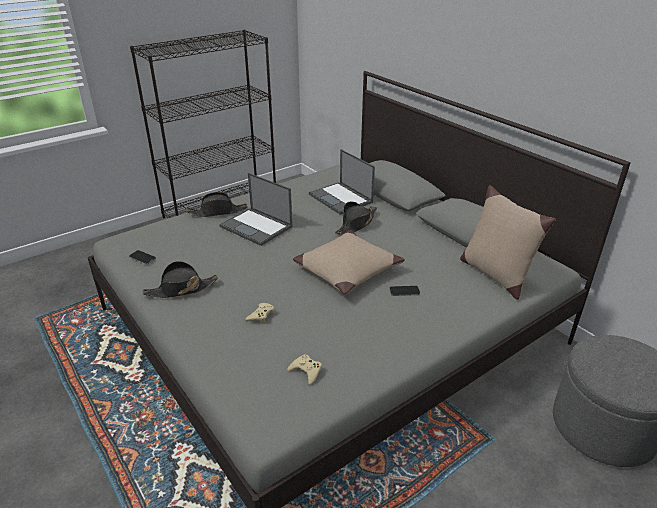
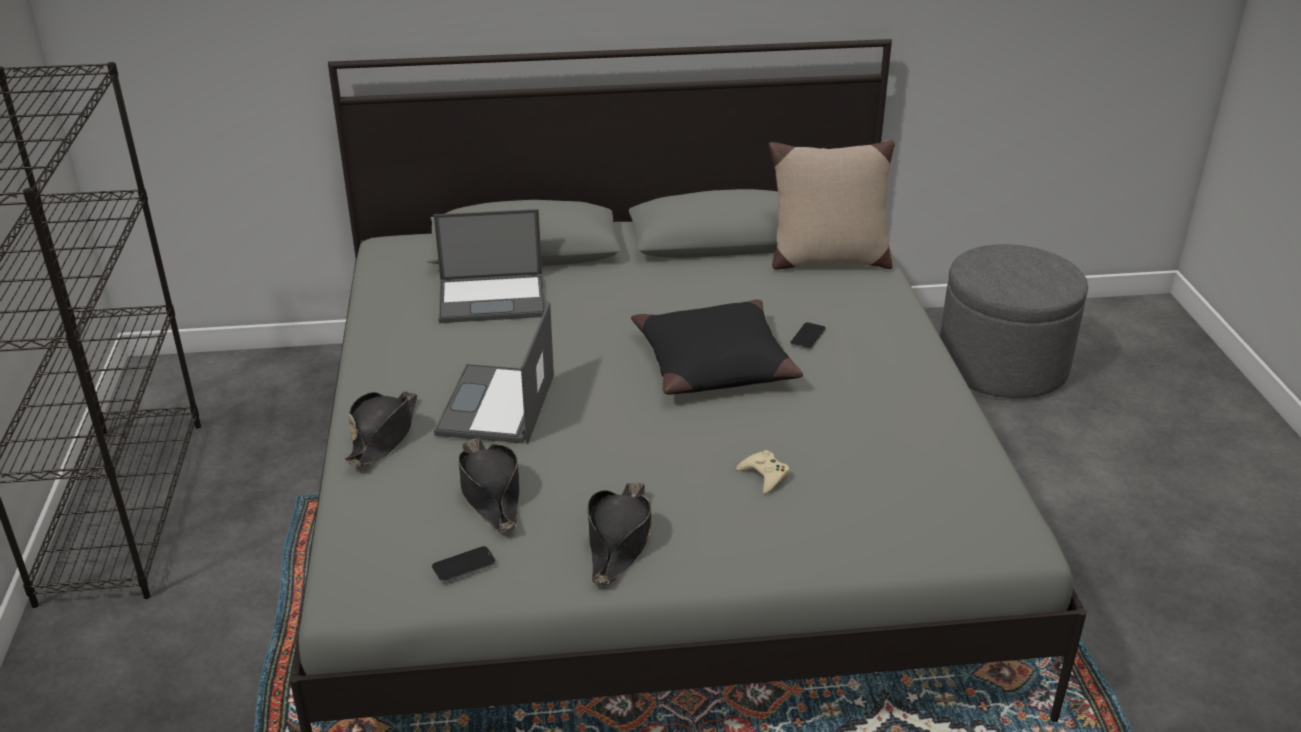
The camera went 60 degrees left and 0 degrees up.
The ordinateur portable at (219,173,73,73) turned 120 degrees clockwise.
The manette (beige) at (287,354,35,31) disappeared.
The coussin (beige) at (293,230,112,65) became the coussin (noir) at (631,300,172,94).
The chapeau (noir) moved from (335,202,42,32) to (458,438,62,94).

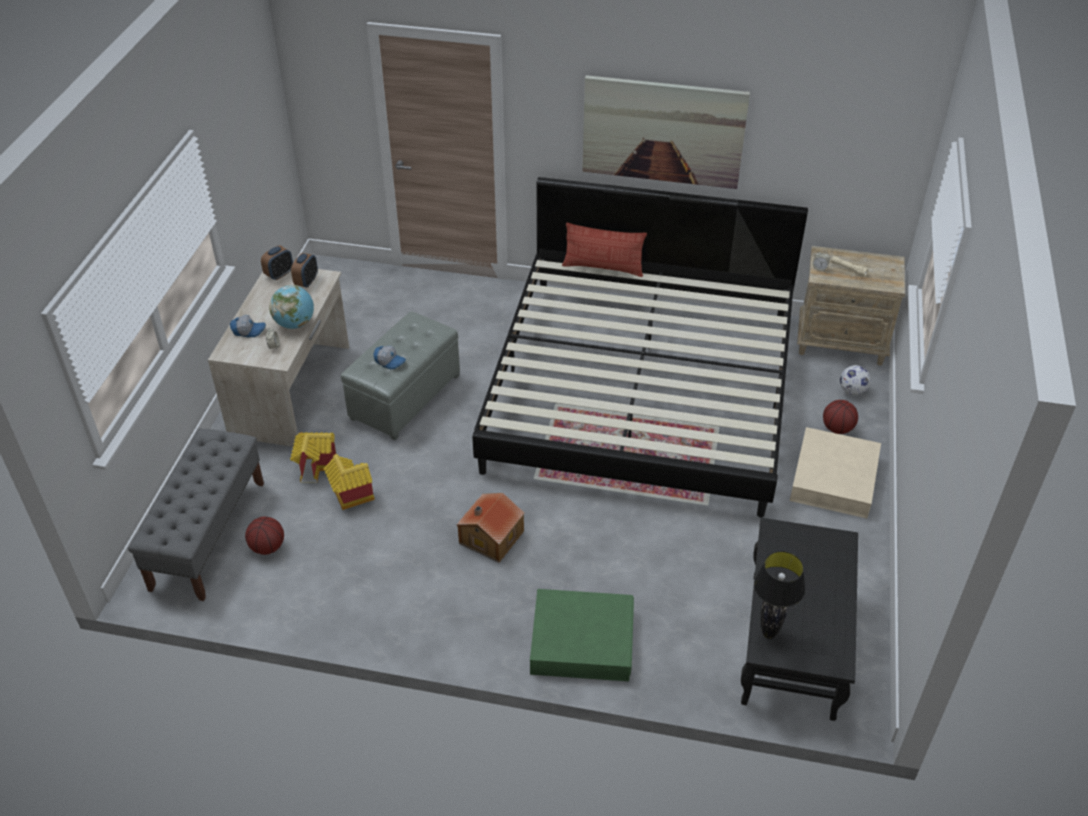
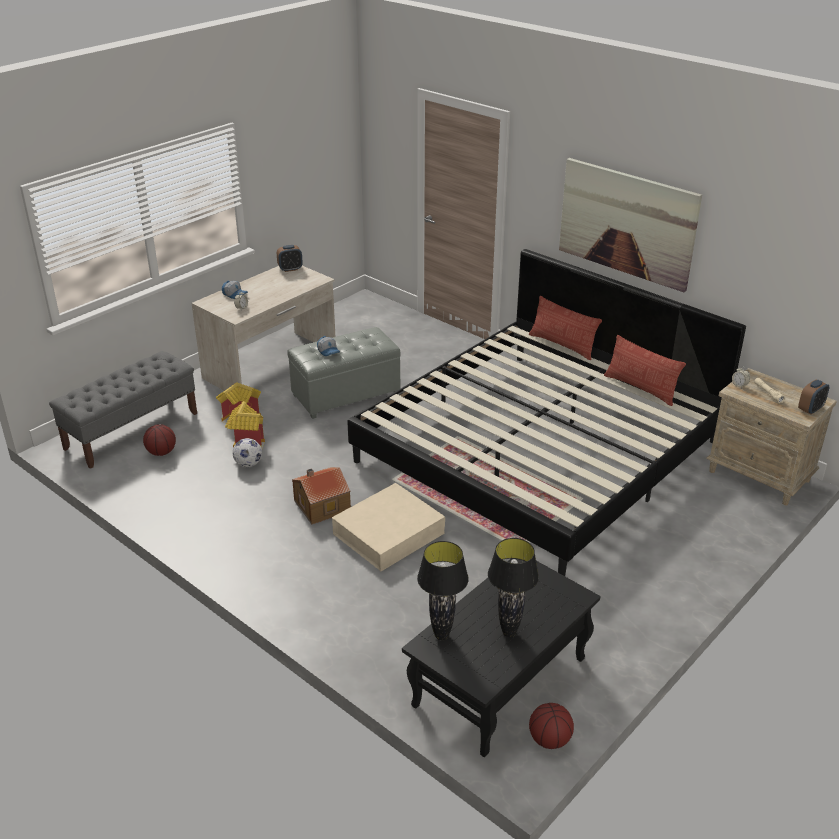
The camera went 30 degrees right and 10 degrees down.
The globe at (269,285,45,44) disappeared.
The réveil moved from (291,253,27,35) to (798,379,31,36).
The boîte de rangement (vert) at (530,589,104,92) disappeared.
The boîte de rangement (beige) moved from (790,427,91,92) to (332,483,113,88).
The ballon de basket moved from (823,400,35,34) to (529,703,45,46).
The ballon de foot moved from (840,365,31,30) to (233,438,29,29).
The lampe de table (noir) at (488,538,51,99) appeared.
The coussin at (604,335,82,71) appeared.

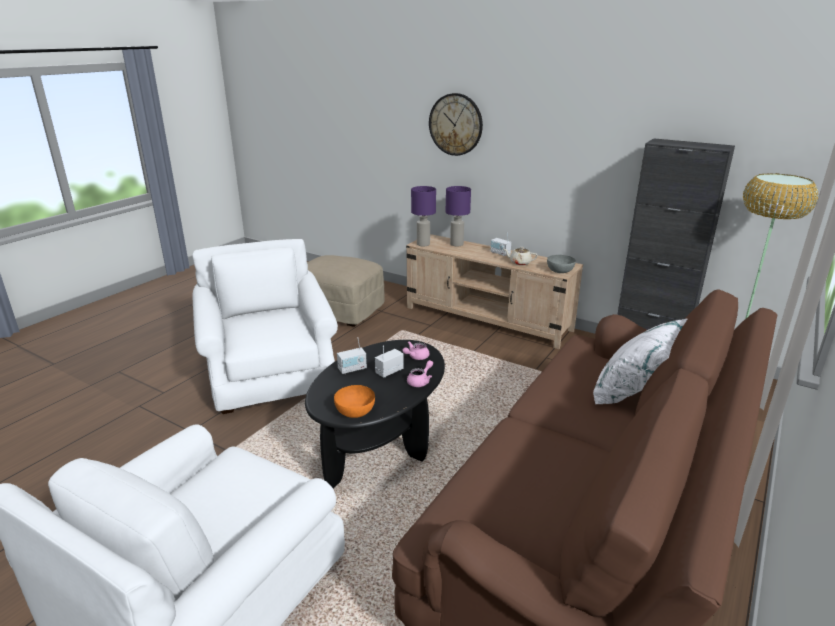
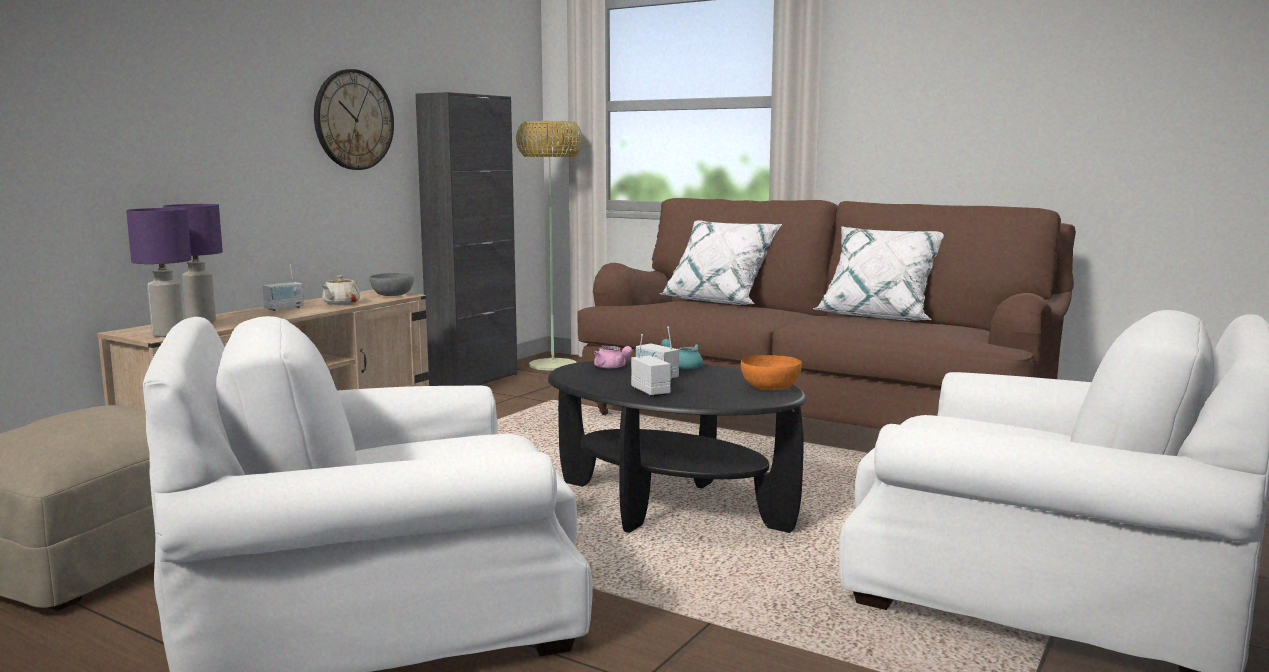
The camera went 90 degrees left and 15 degrees down.
The théière (rose) at (407,360,26,27) became the théière (turquoise) at (661,339,42,30).
The horloge murale moved from (429,93,54,63) to (314,69,80,101).
The coussin (blanc) at (813,226,131,95) appeared.

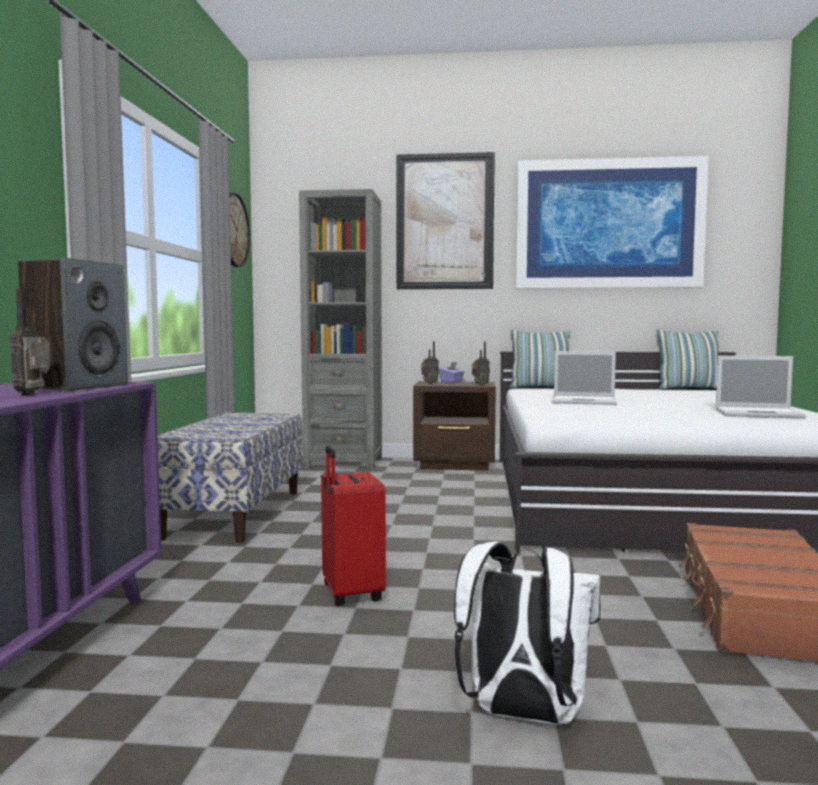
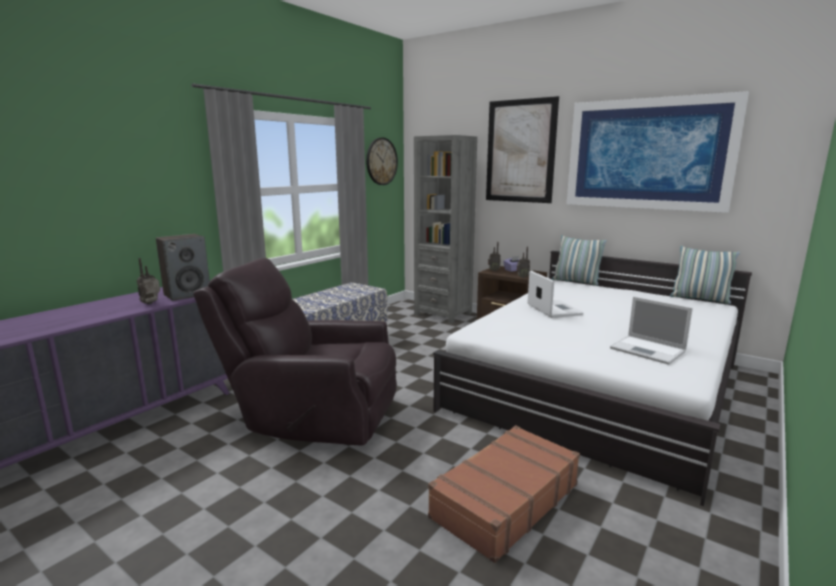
The camera went 30 degrees right and 10 degrees up.
The valise (rouge) at (321,446,65,160) was replaced by the fauteuil (marron) at (193,258,204,187).
The sac à dos (blanc) at (454,542,147,182) disappeared.
The ordinateur portable at (552,351,64,54) turned 150 degrees counterclockwise.

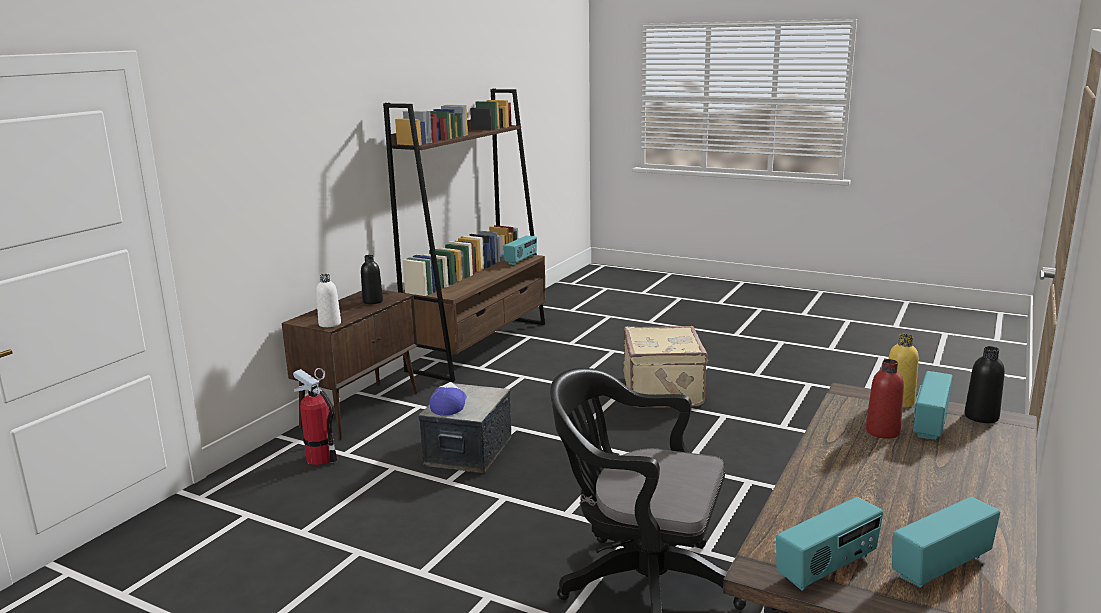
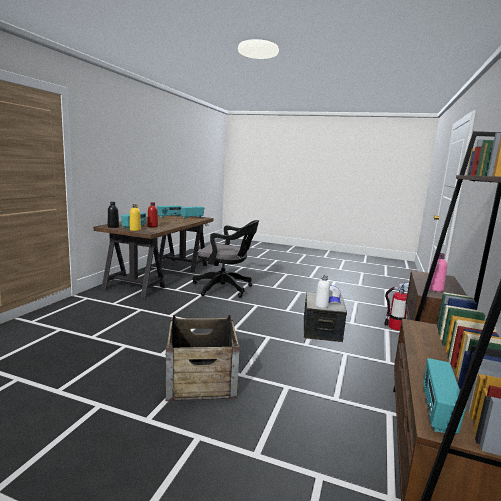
The camera went 170 degrees right and 5 degrees down.
The bouteille (blanc) moved from (316,274,25,53) to (315,275,15,33).
The bouteille (noir) at (361,255,22,49) became the bouteille (rose) at (429,253,18,39).
The valise (beige) at (623,326,86,82) was replaced by the caisse at (165,315,75,86).

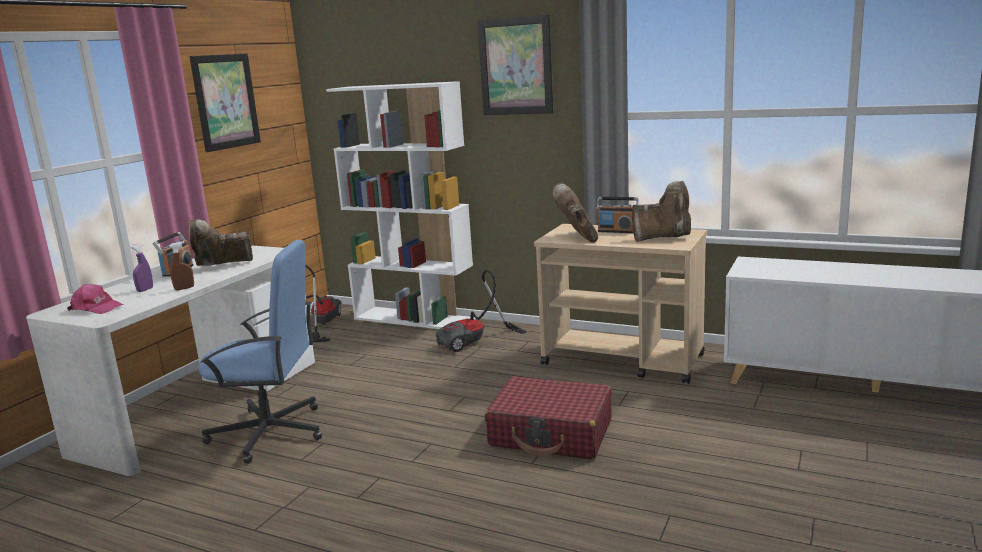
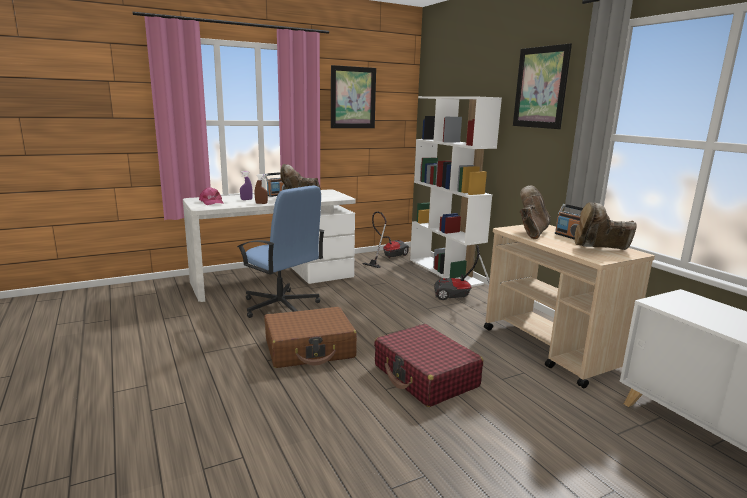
The camera went 35 degrees right and 0 degrees up.
The botte (marron) at (632,181,59,61) turned 150 degrees clockwise.
The valise (marron) at (264,307,93,61) appeared.

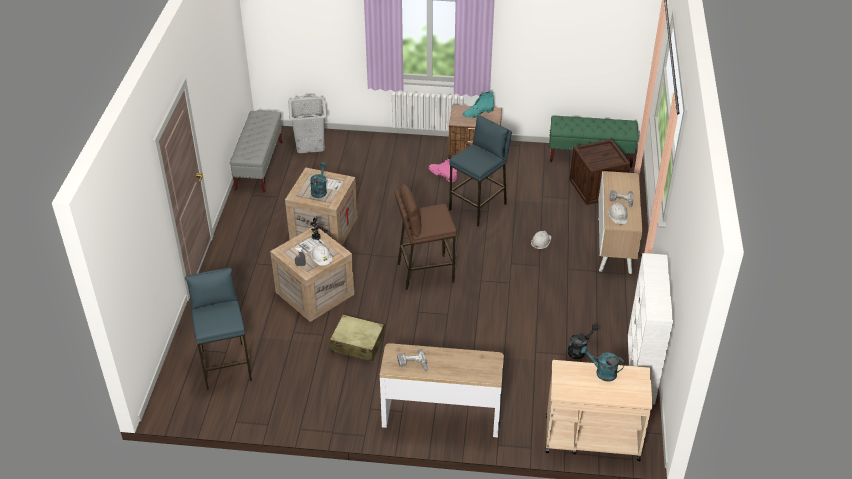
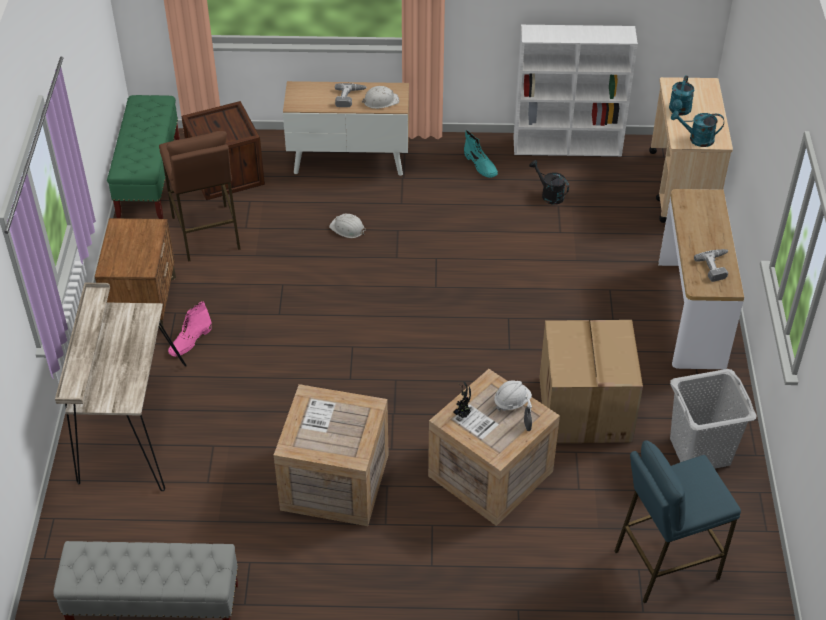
The camera went 95 degrees left and 5 degrees up.
The panier à linge (gris) moved from (288,95,39,58) to (670,369,87,100).
The arrosoir (turquoise) moved from (310,162,17,36) to (671,111,53,36).
The valise (beige) at (330,315,54,47) was replaced by the carton at (539,320,104,123).
The tabouret (marron) moved from (394,184,63,106) to (159,131,82,131).
The tabouret (bleu) at (449,115,63,112) disappeared.
The botte (turquoise) moved from (463,91,31,27) to (464,130,34,48).
The bureau (beige) at (55,283,132,208) appeared.

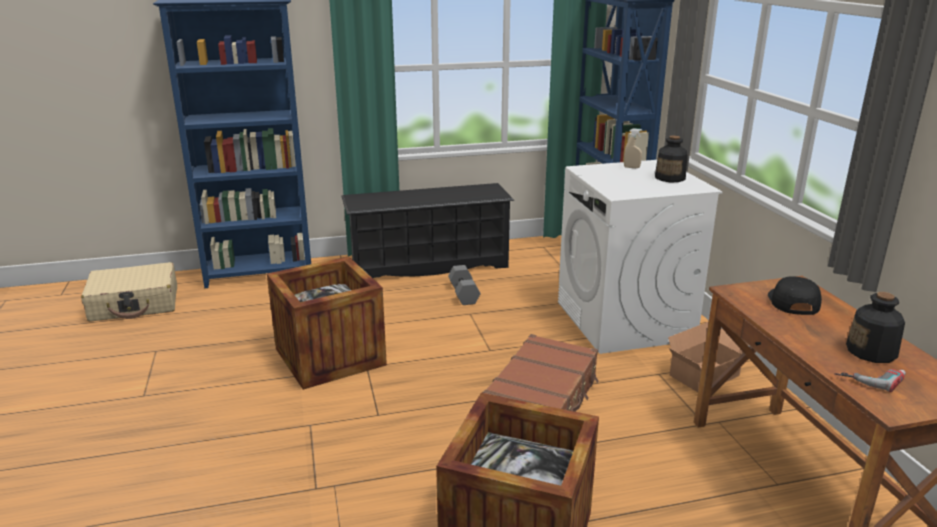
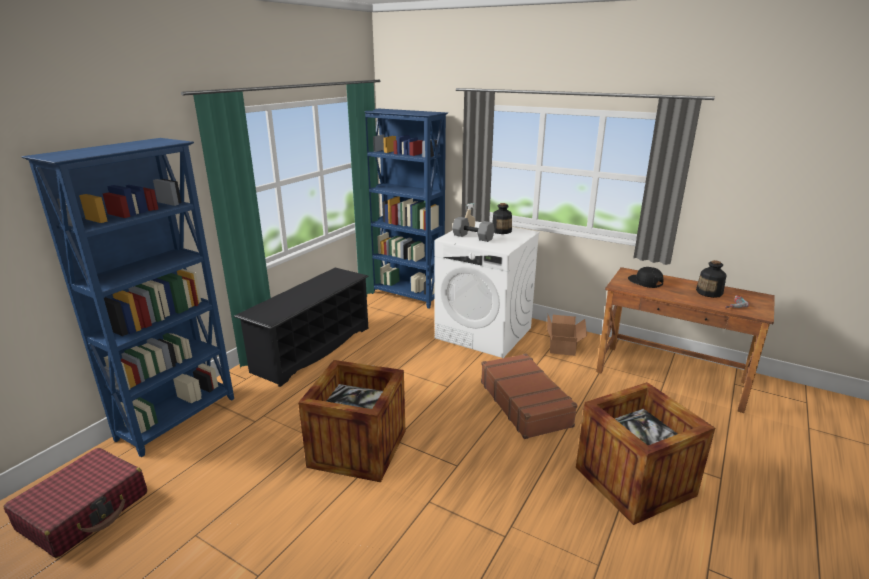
The camera went 45 degrees left and 0 degrees up.
The valise (beige) at (81,262,96,60) became the valise (rouge) at (3,448,144,110).
The haltère (gris) moved from (448,265,33,40) to (452,217,43,25).

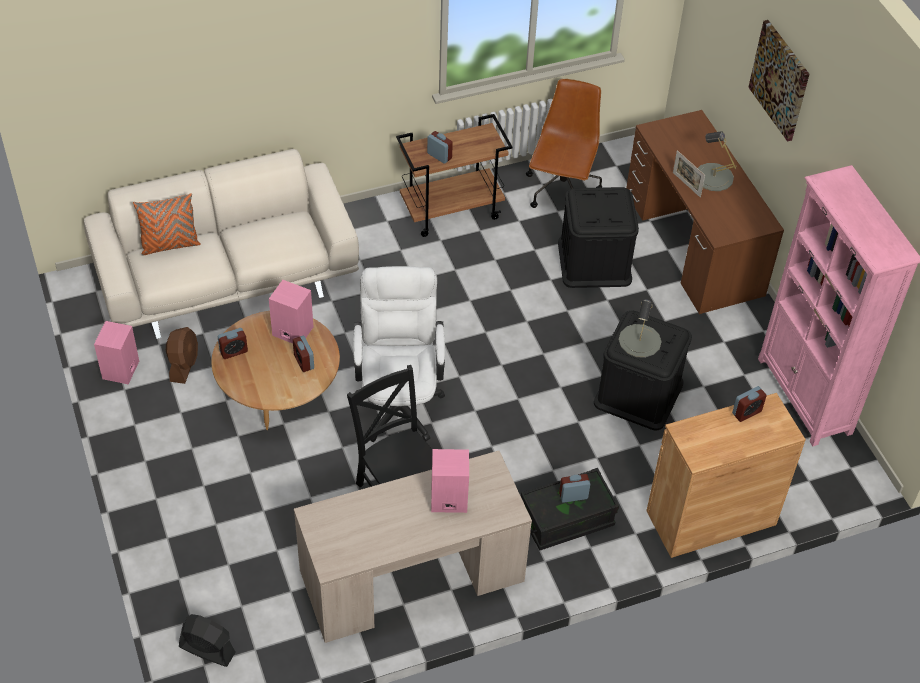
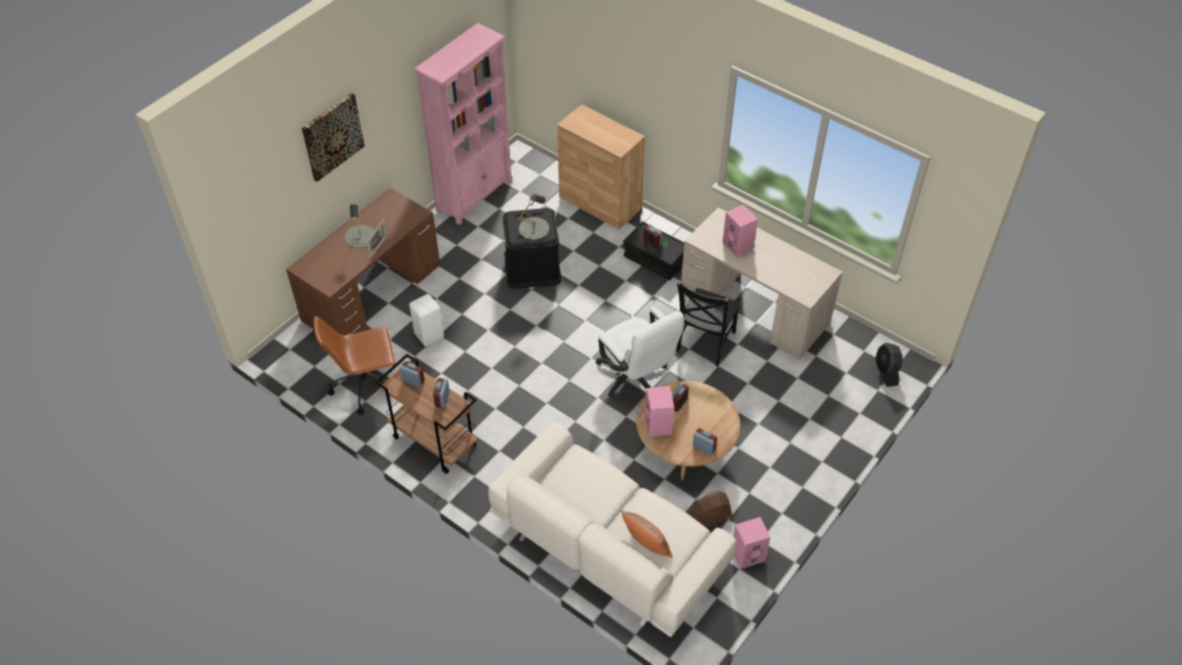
The camera went 120 degrees left and 0 degrees up.
The chaise de bureau (blanc) at (353,266,92,176) turned 90 degrees counterclockwise.
The boîte de rangement (noir) at (558,187,81,101) was replaced by the tabouret (blanc) at (409,294,35,52).
The réveil moved from (732,386,35,36) to (399,361,26,26).

